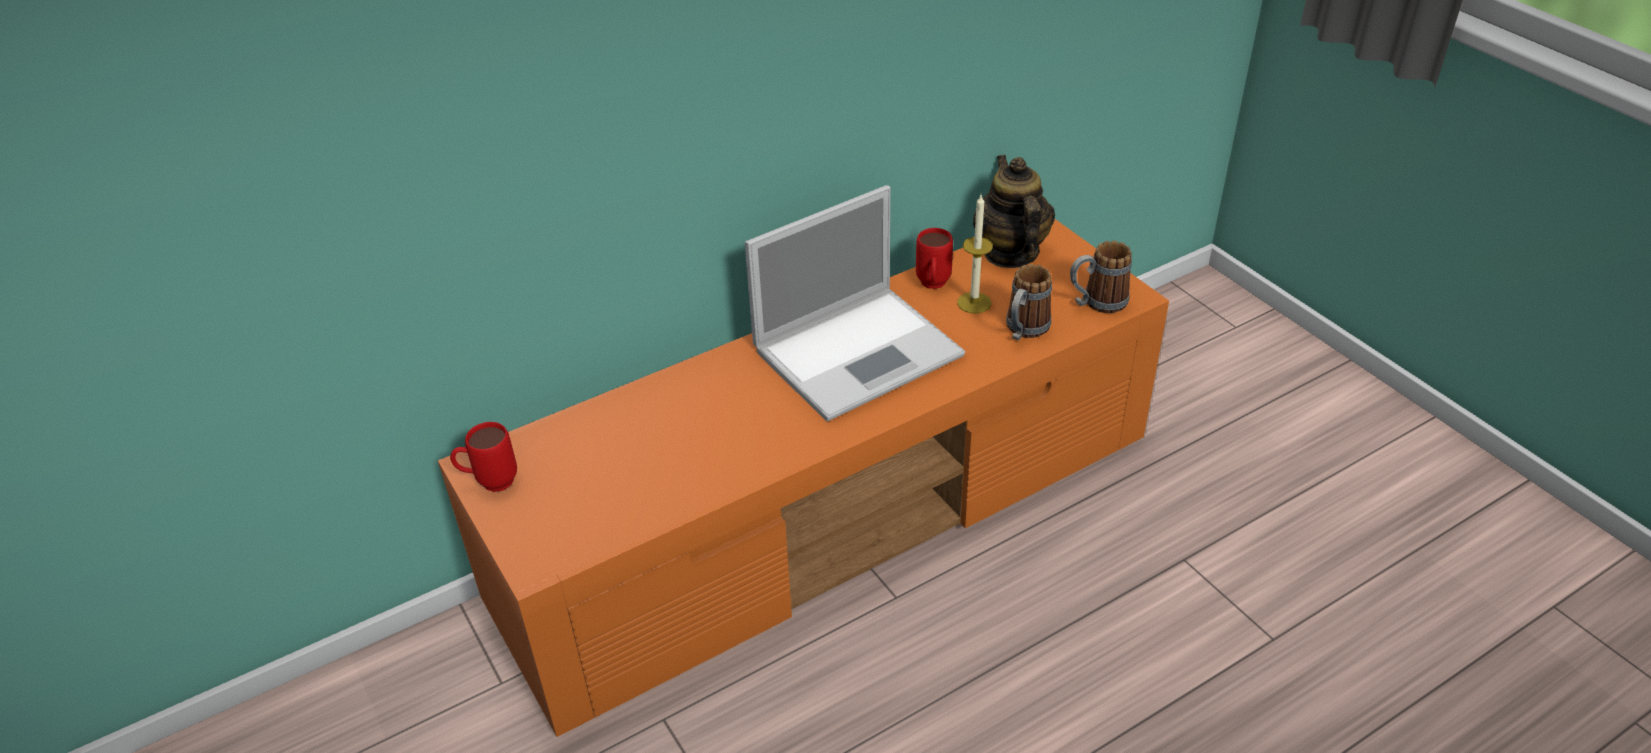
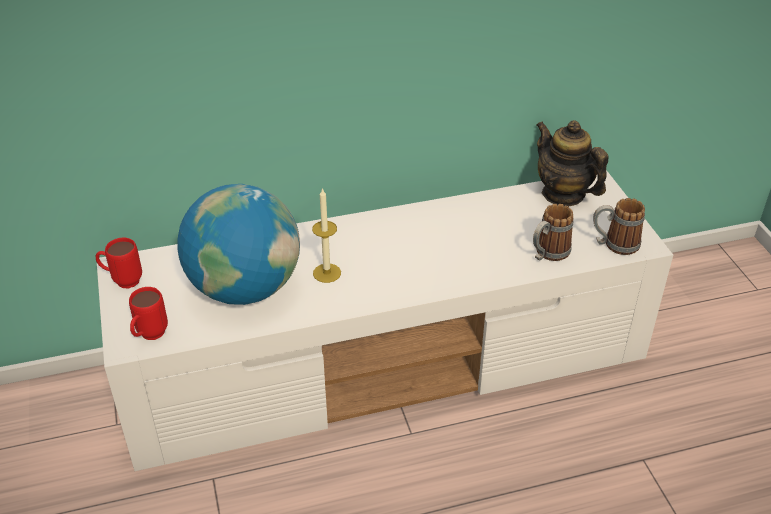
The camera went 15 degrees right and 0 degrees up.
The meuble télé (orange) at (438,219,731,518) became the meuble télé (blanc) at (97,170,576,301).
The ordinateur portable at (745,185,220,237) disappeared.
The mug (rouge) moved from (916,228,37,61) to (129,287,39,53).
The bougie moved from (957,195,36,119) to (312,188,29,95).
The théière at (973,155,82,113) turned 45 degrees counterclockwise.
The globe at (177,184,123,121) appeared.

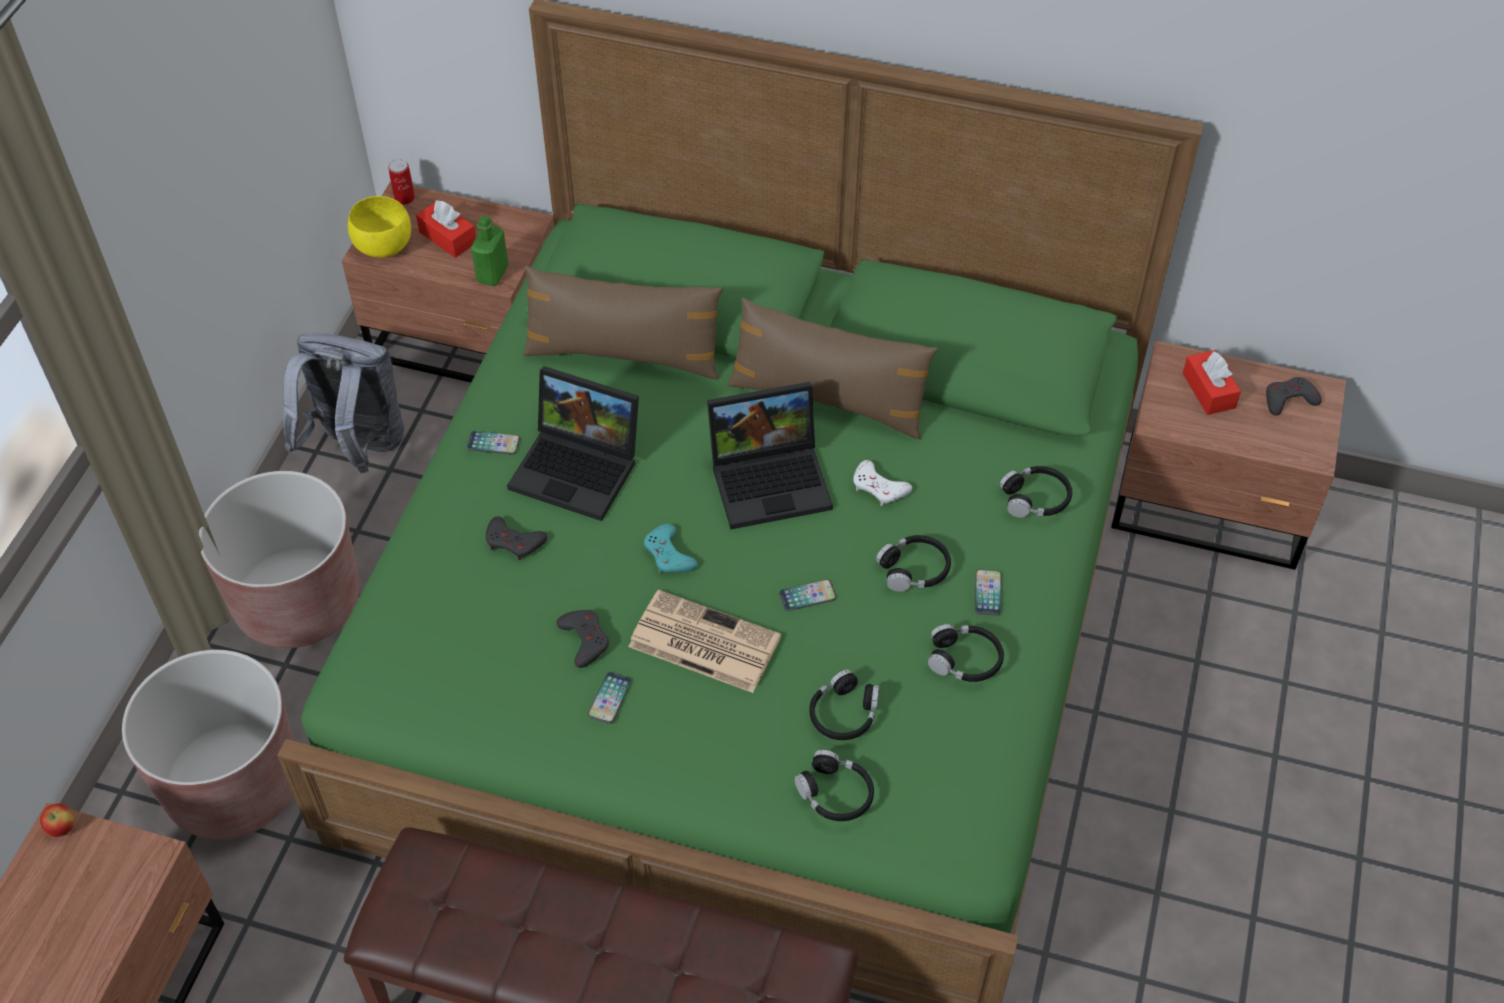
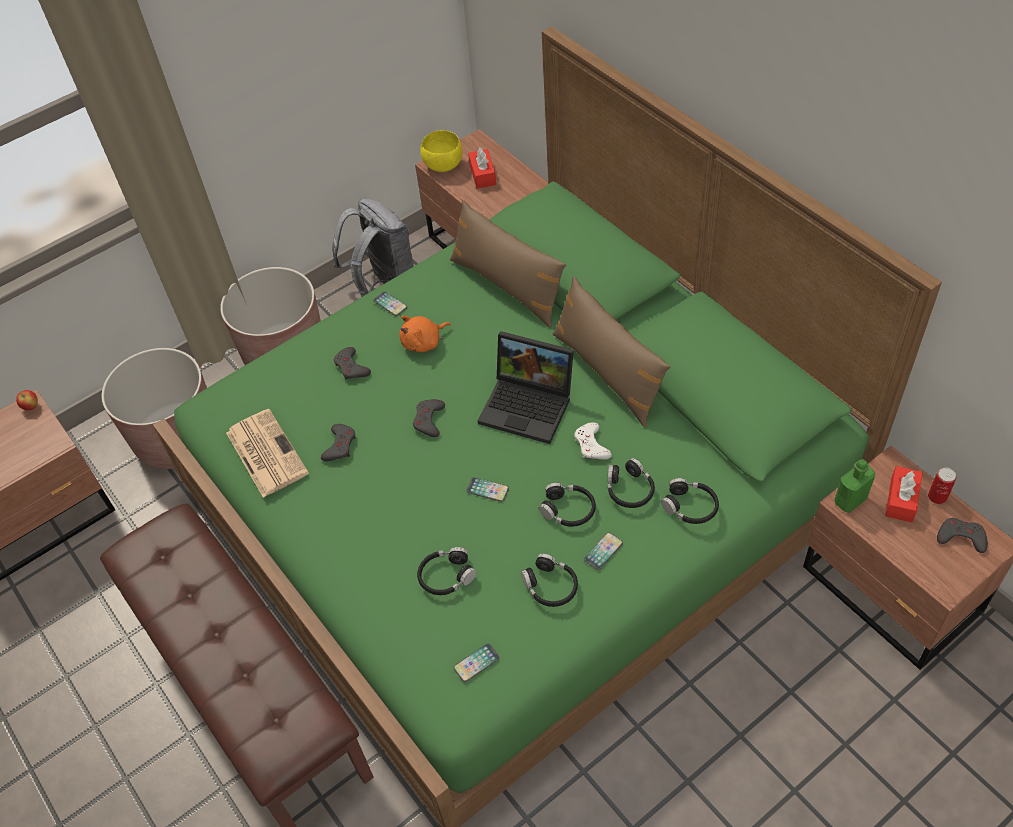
The camera went 40 degrees right and 0 degrees up.
The boîte métallique moved from (388,159,27,46) to (928,467,28,37).
The bouteille (vert) moved from (471,215,37,71) to (834,459,41,54).
The ordinateur portable at (507,366,132,155) was replaced by the peluche (orange) at (399,316,52,36).
The téléphone moved from (588,672,44,52) to (454,644,46,38).
The journal moved from (628,589,153,104) to (226,409,83,89).
The manette (turquoise) at (644,524,54,49) became the manette (gris) at (413,399,32,38).
The casque audio (noir) moved from (794,750,80,71) to (608,458,47,50).

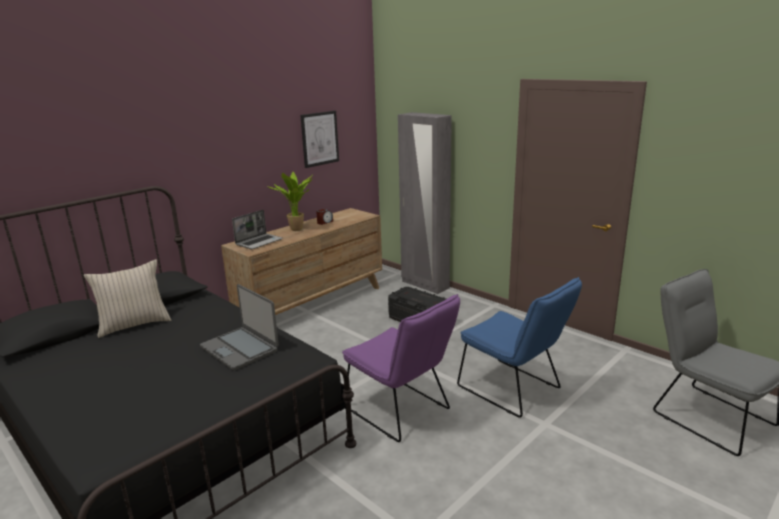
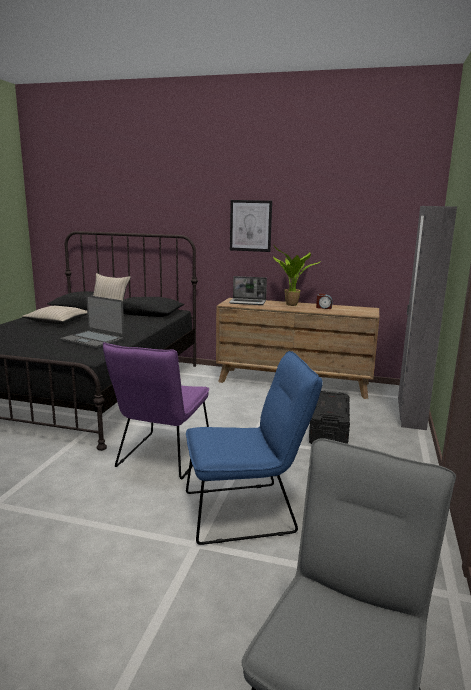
The camera went 60 degrees right and 5 degrees down.
The ordinateur portable at (200,284,79,87) turned 75 degrees counterclockwise.
The tableau moved from (300,111,39,57) to (230,200,42,52).
The chaise (bleu) at (457,277,125,141) turned 120 degrees counterclockwise.
The coussin (beige) at (21,306,66,18) appeared.

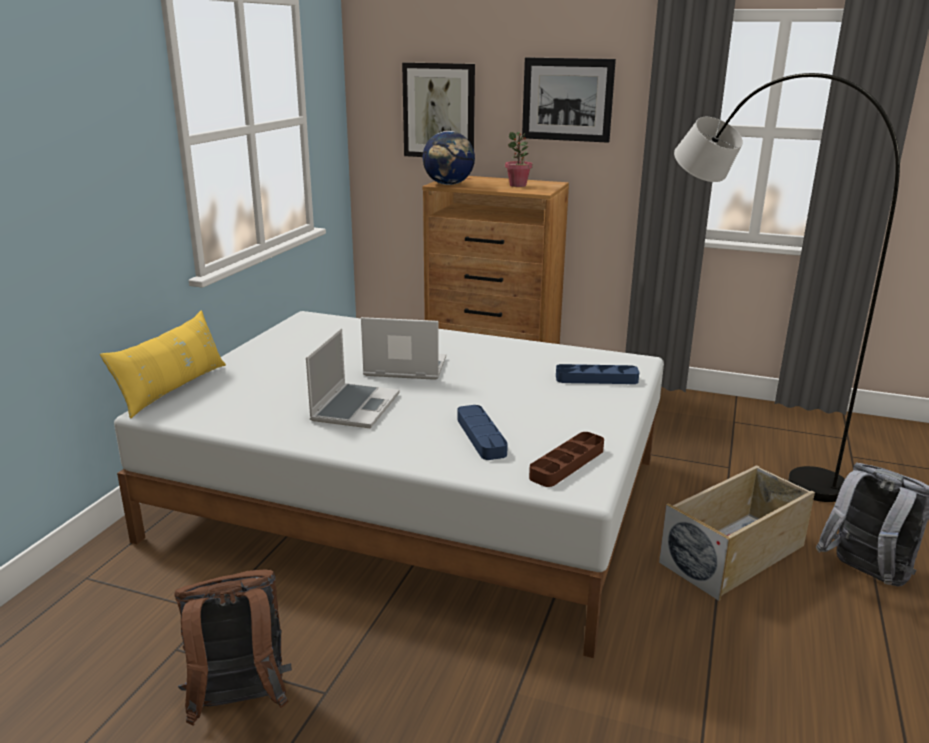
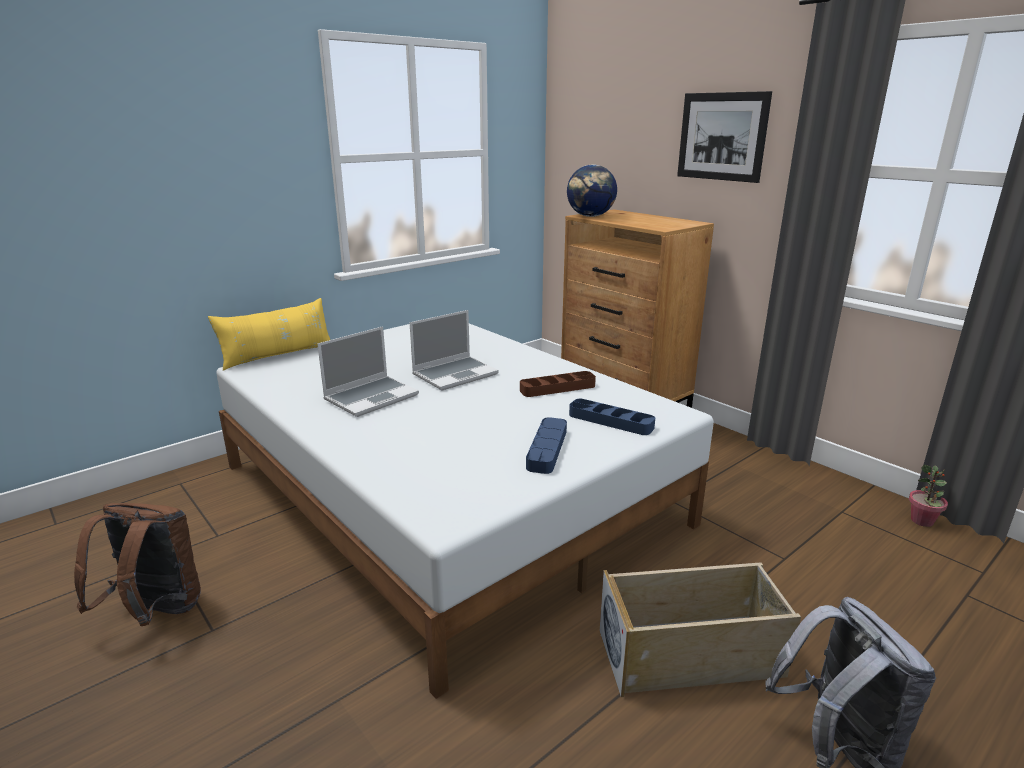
The camera went 30 degrees right and 0 degrees up.
The ordinateur portable at (361,317,85,63) turned 105 degrees clockwise.
The tableau at (402,62,73,95) disappeared.
The plateau (bleu) moved from (457,405,51,55) to (526,417,41,57).
The plante en pot moved from (505,131,27,56) to (909,465,39,62).
The plateau (marron) moved from (529,432,75,55) to (520,371,76,26).
The lampadaire (gris) at (674,73,226,429) disappeared.

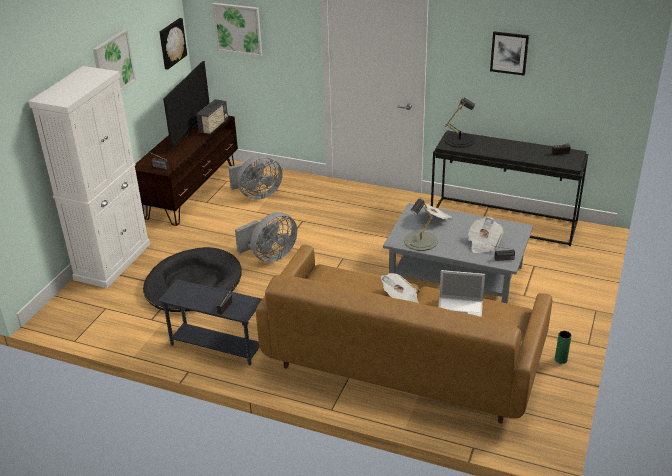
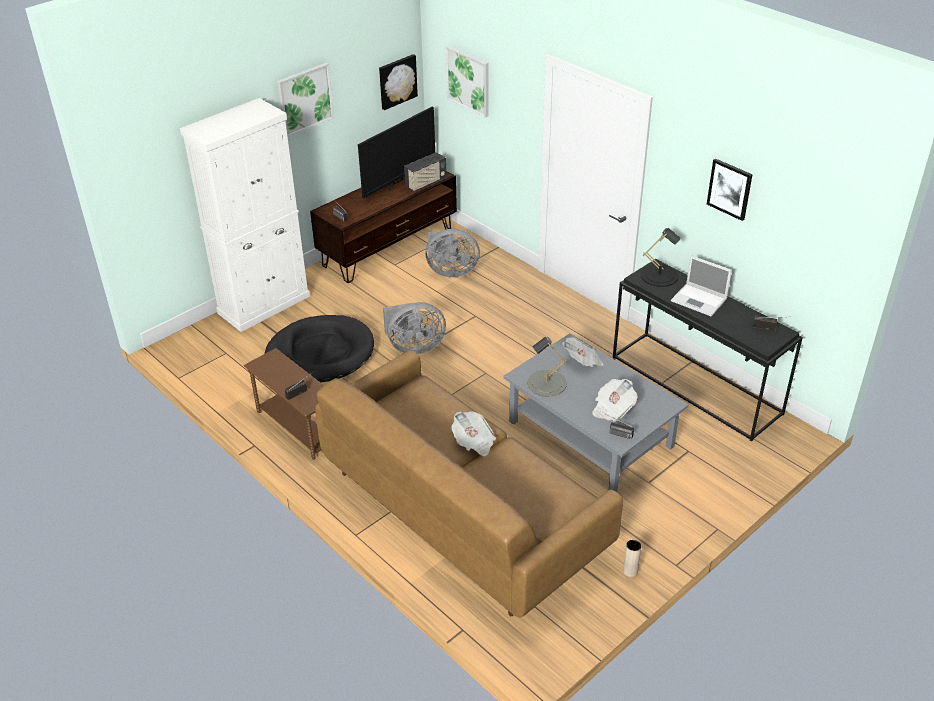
The camera went 25 degrees right and 5 degrees up.
The table d'appoint (gris) at (158,279,104,86) became the table d'appoint (marron) at (244,348,80,112).
The ordinateur portable moved from (438,270,47,47) to (671,255,61,62).
The vase (vert) at (555,331,17,33) became the vase (beige) at (623,540,18,37).

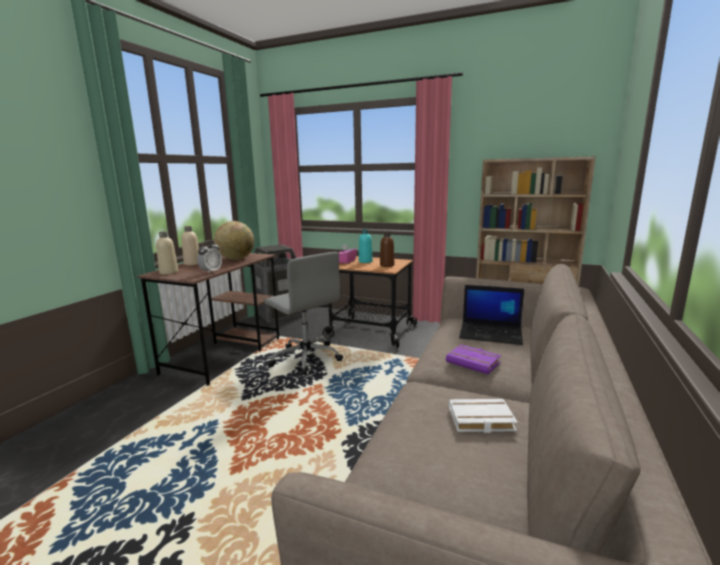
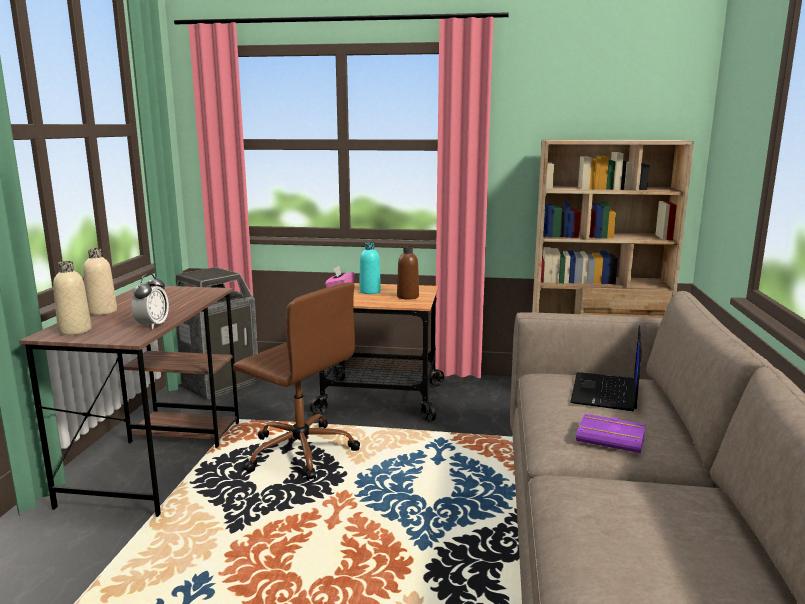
The camera went 15 degrees left and 0 degrees up.
The globe at (214,221,40,39) disappeared.
The chaise de bureau (gris) at (264,252,79,124) became the chaise de bureau (marron) at (233,282,127,199).
The livre (blanc) at (449,399,69,34) disappeared.
The ordinateur portable at (459,285,65,60) turned 105 degrees clockwise.

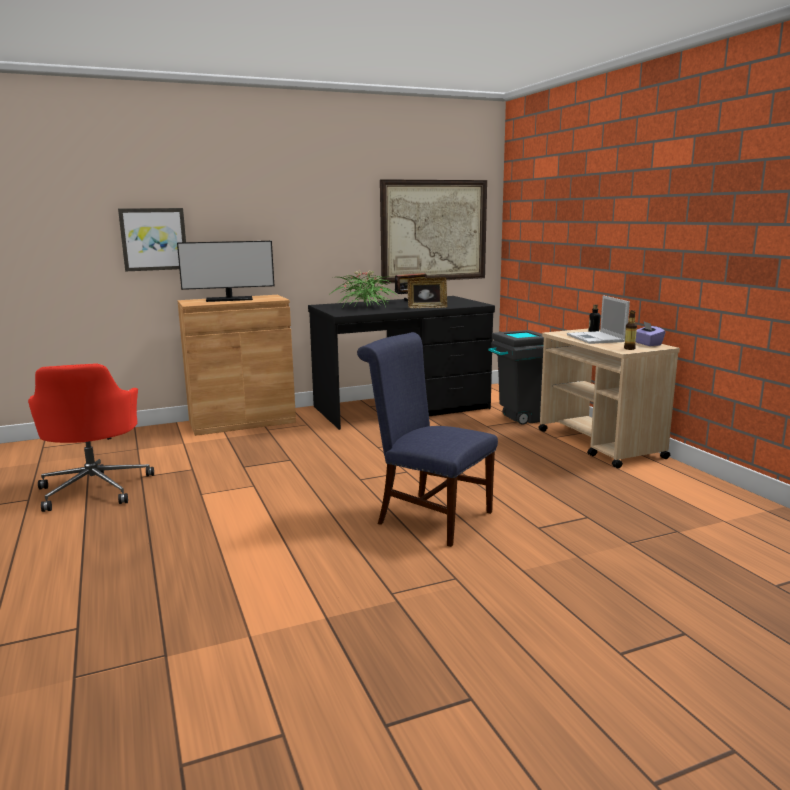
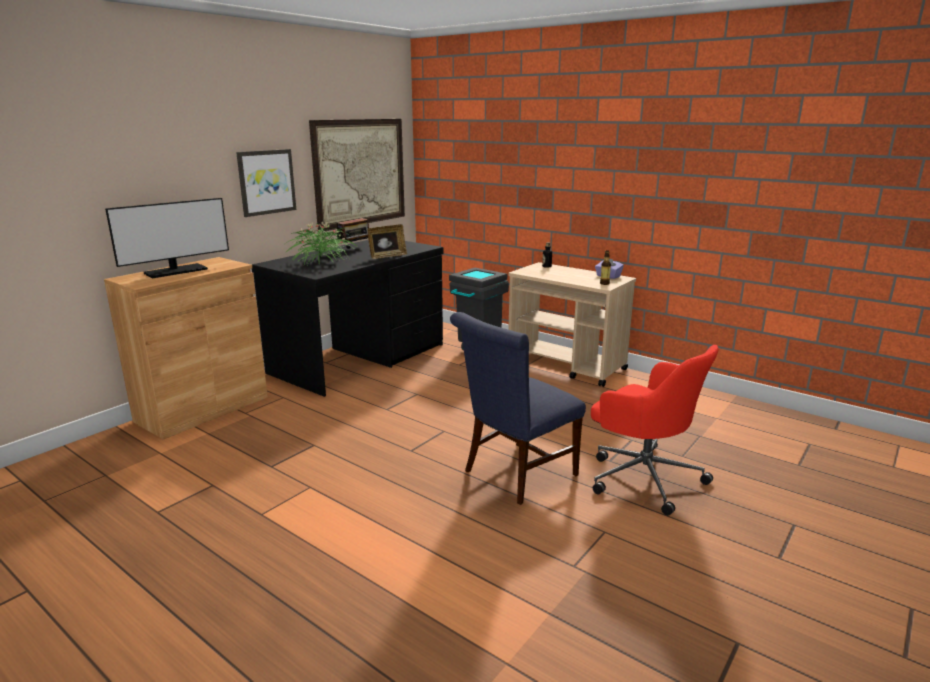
The camera went 30 degrees left and 5 degrees up.
The chaise de bureau (rouge) moved from (28,363,126,149) to (591,345,128,171).
The tableau moved from (118,208,68,64) to (236,149,60,68).
The chaise (bleu) at (357,332,141,215) turned 45 degrees counterclockwise.
The ordinateur portable at (567,295,63,49) disappeared.

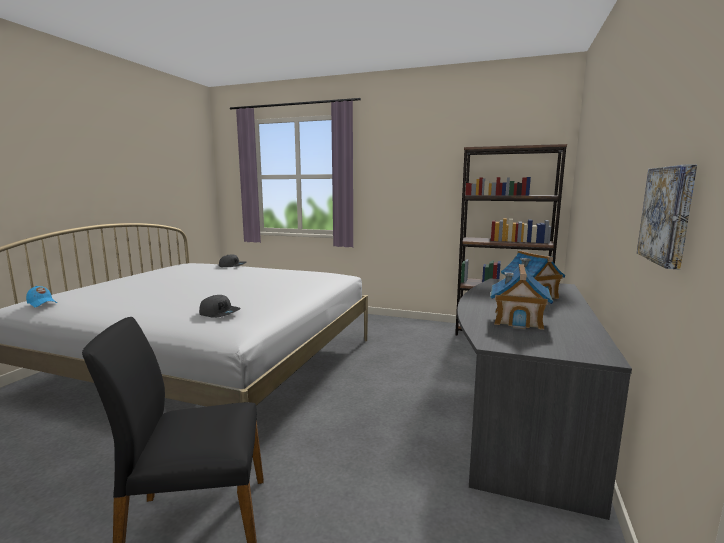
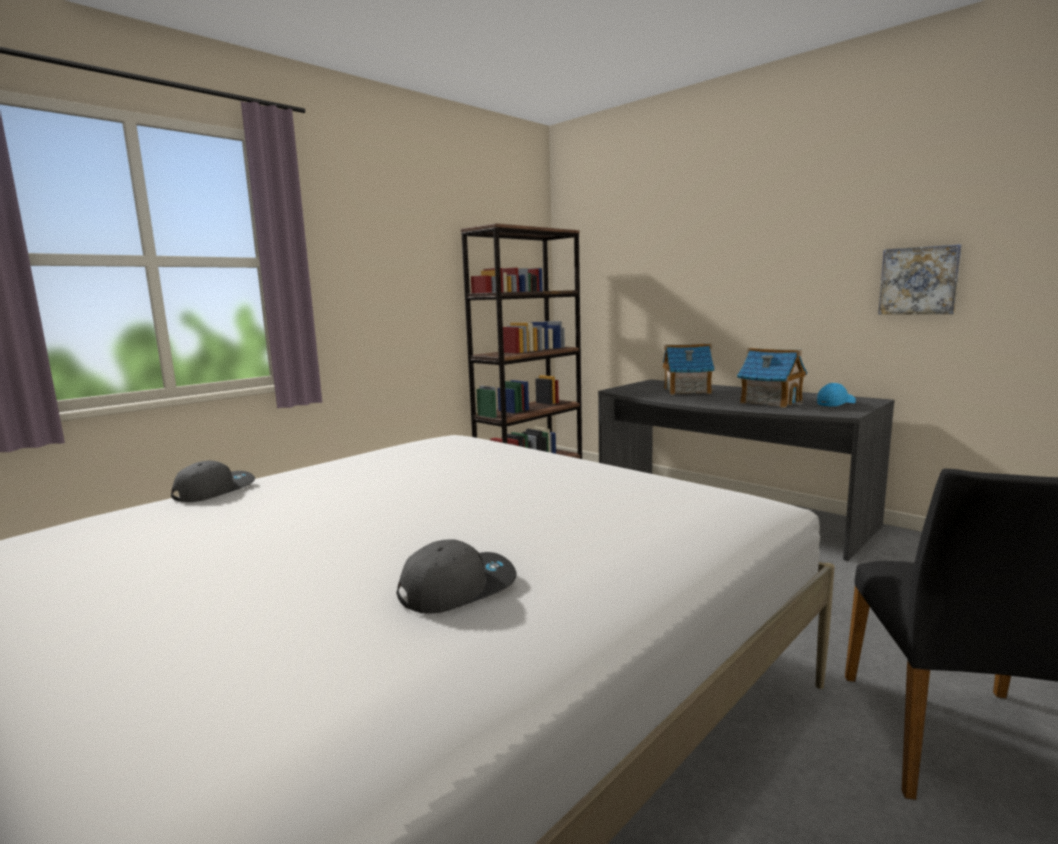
The camera went 65 degrees left and 0 degrees up.
The casquette (bleu) moved from (26,286,31,21) to (817,383,39,24).
The casquette (gris) moved from (199,295,42,23) to (397,539,120,74).

